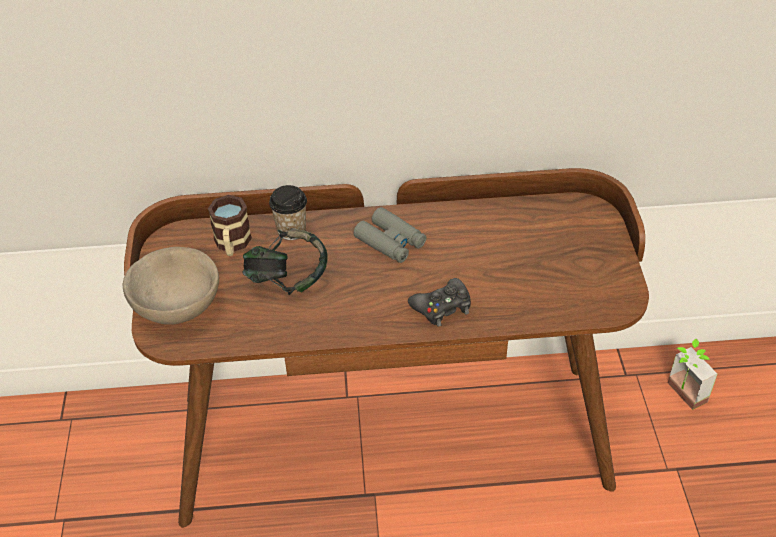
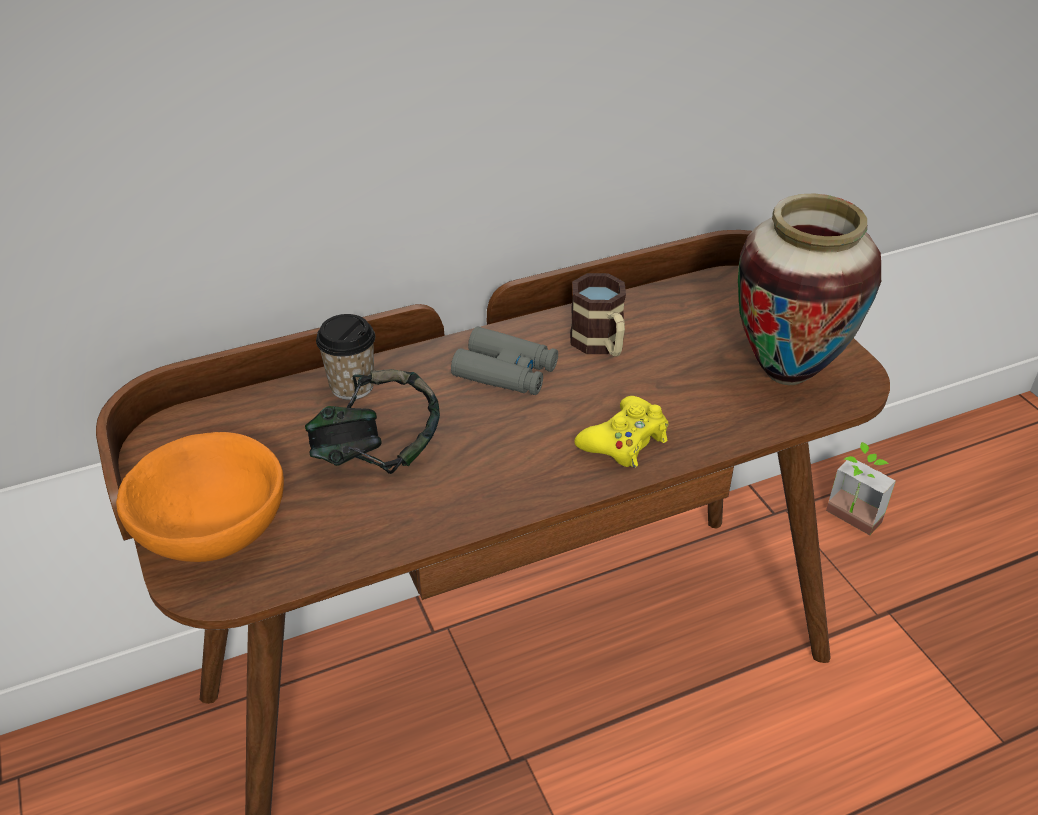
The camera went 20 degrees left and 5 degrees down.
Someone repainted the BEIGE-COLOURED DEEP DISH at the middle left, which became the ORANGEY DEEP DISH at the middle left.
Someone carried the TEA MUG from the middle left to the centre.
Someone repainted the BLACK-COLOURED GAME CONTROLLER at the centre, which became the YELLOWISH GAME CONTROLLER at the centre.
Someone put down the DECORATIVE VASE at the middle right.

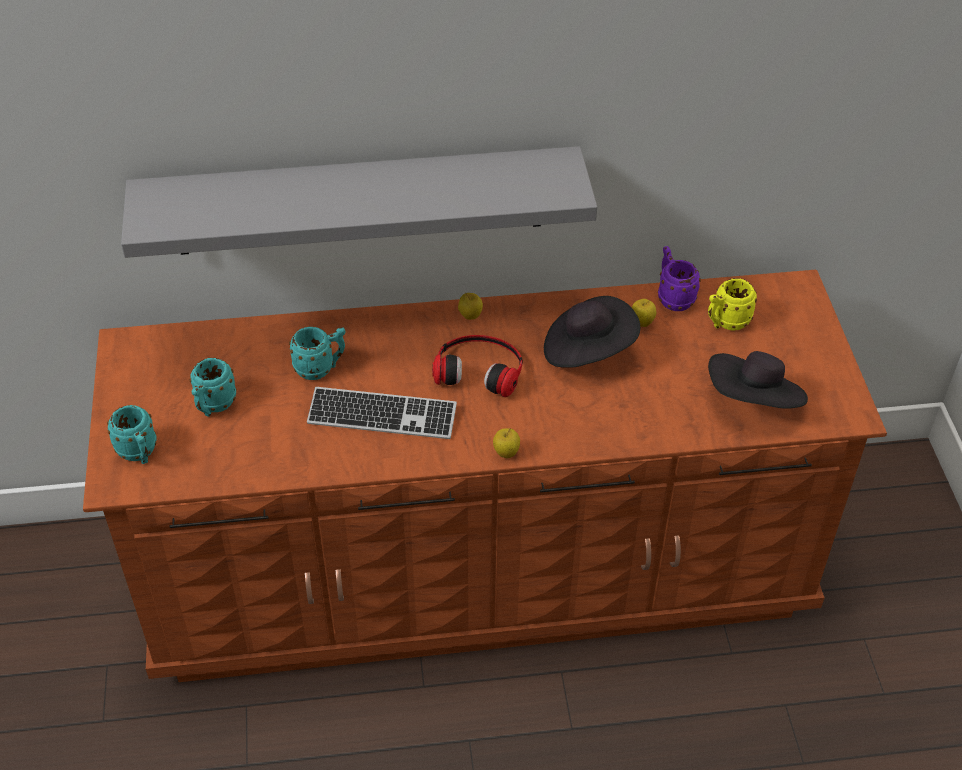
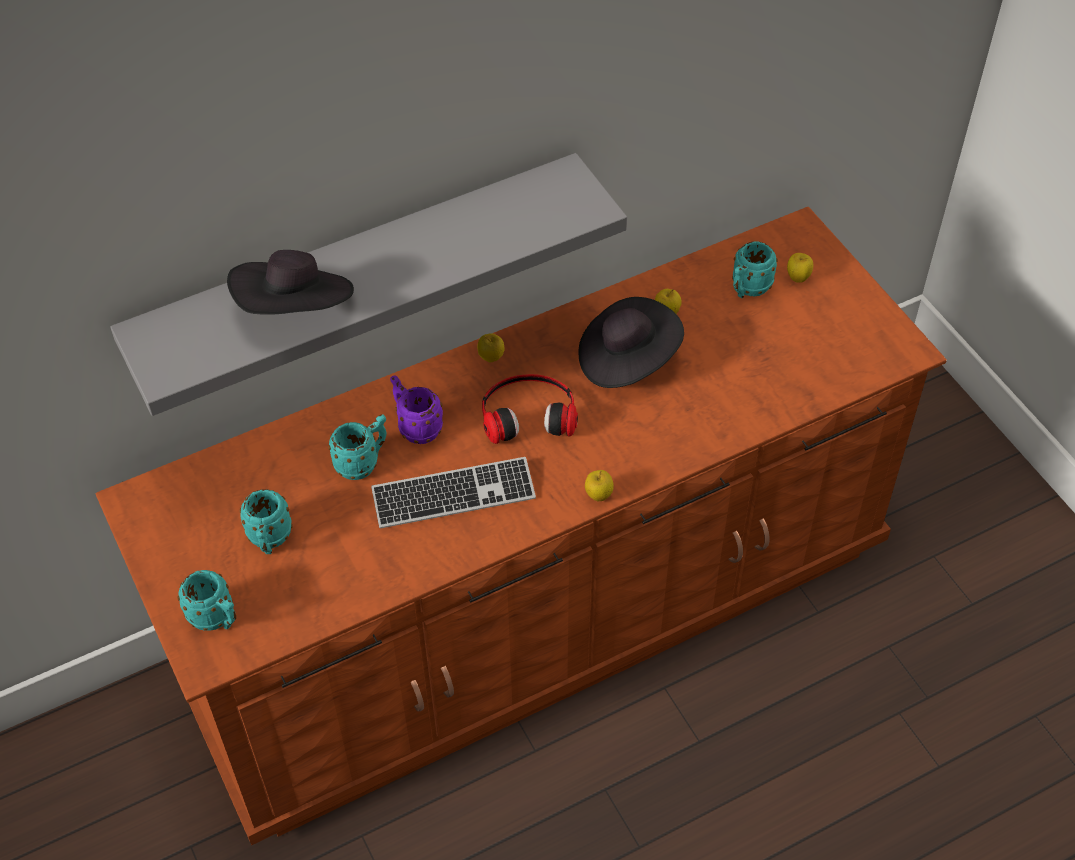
The camera went 20 degrees left and 5 degrees up.
Someone carried the PURPLE TEA MUG from the middle right to the centre.
Someone repainted the YELLOWISH TEA MUG at the middle right, which became the TURQUOISE TEA MUG (4th from left) at the top right.
Someone carried the BLACK-COLOURED WEARABLE HAT (2nd from left in the first image) from the middle right to the top left.
Someone put down the APPLE (4th from left) at the top right.

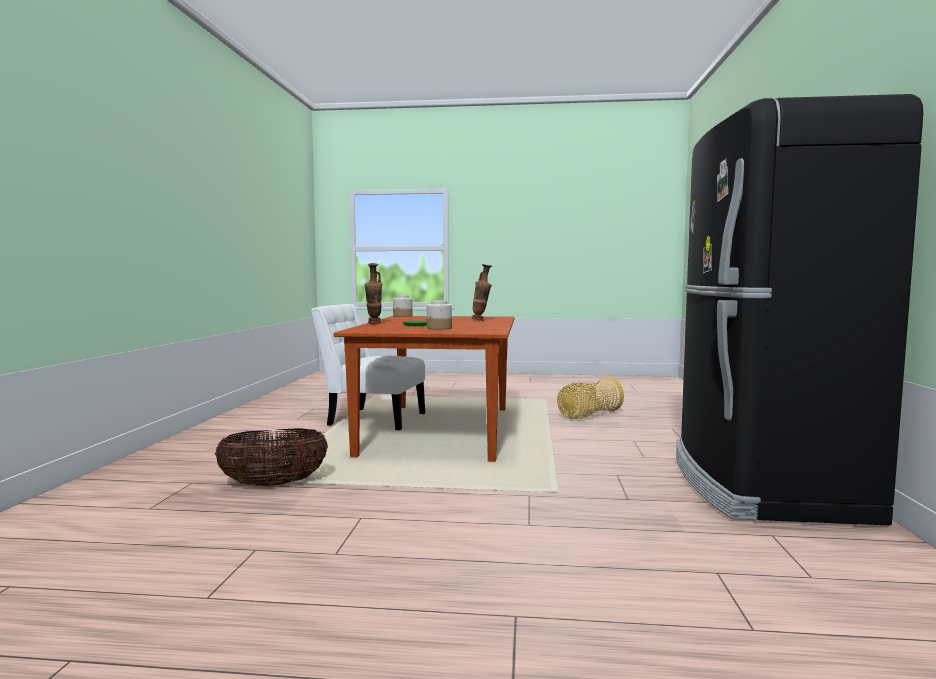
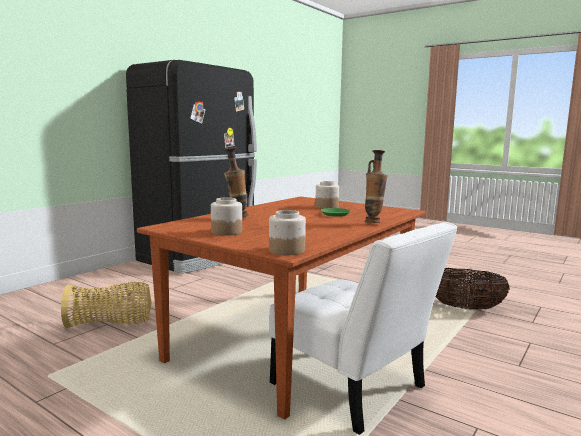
The camera went 150 degrees left and 5 degrees up.
Someone put down the PRESERVE JAR (1st from left) at the centre.

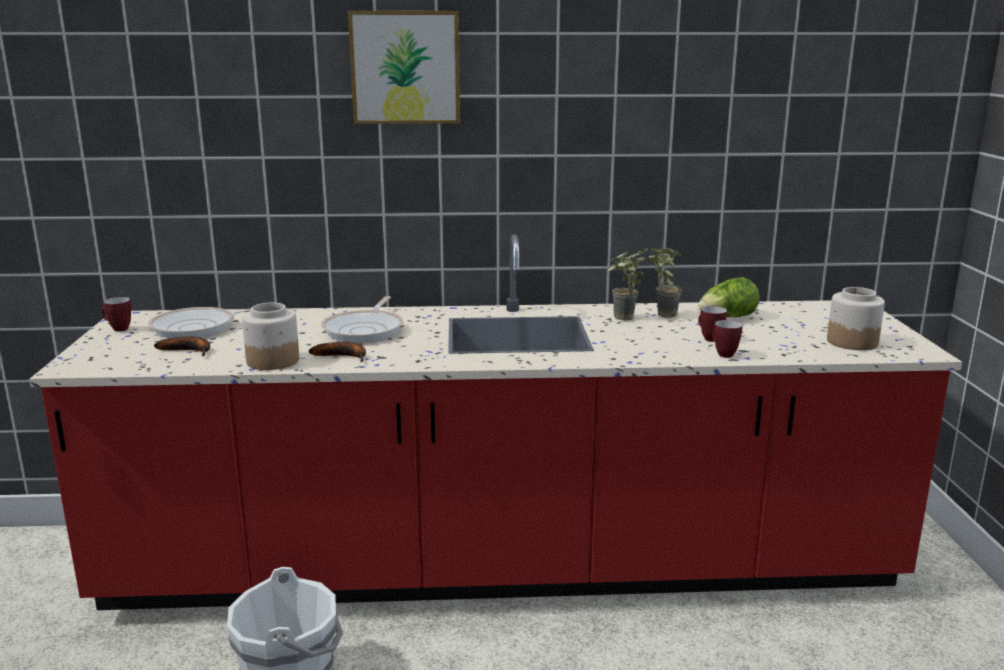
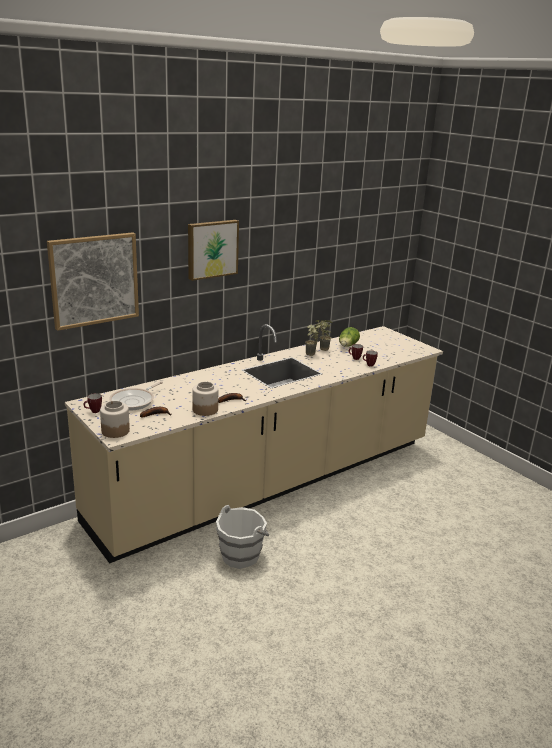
The camera went 35 degrees left and 5 degrees up.
Someone repainted the RED KITCHEN BASE UNIT at the centre, which became the BEIGE-COLOURED KITCHEN BASE UNIT at the centre.
Someone took away the PAN (2nd from left) at the centre.
Someone carried the PRESERVE JAR (2nd from left in the first image) from the middle right to the middle left.
Someone put up the PICTURE (1st from left) at the middle left.

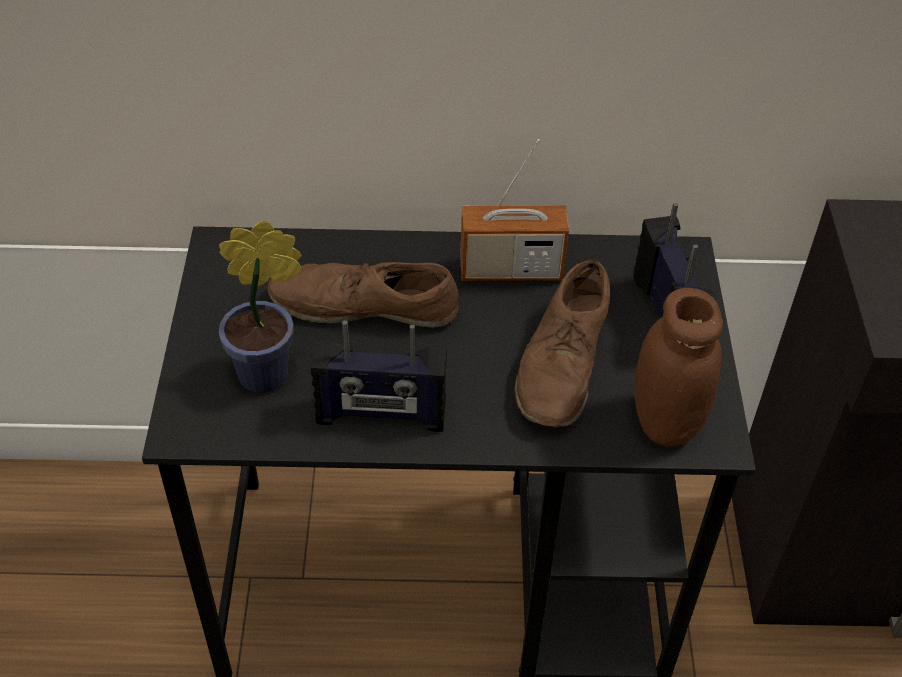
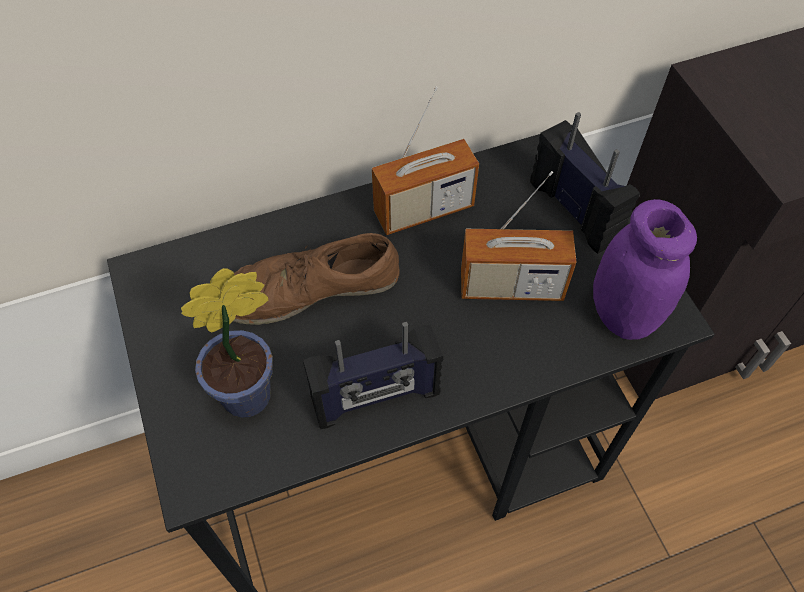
The camera went 20 degrees left and 10 degrees up.
Someone swapped the BROWN LOW SHOE (2nd from left) at the centre for the RADIO SET (3rd from left) at the centre.
Someone repainted the BROWN PRESERVE JAR at the middle right, which became the PURPLE PRESERVE JAR at the middle right.

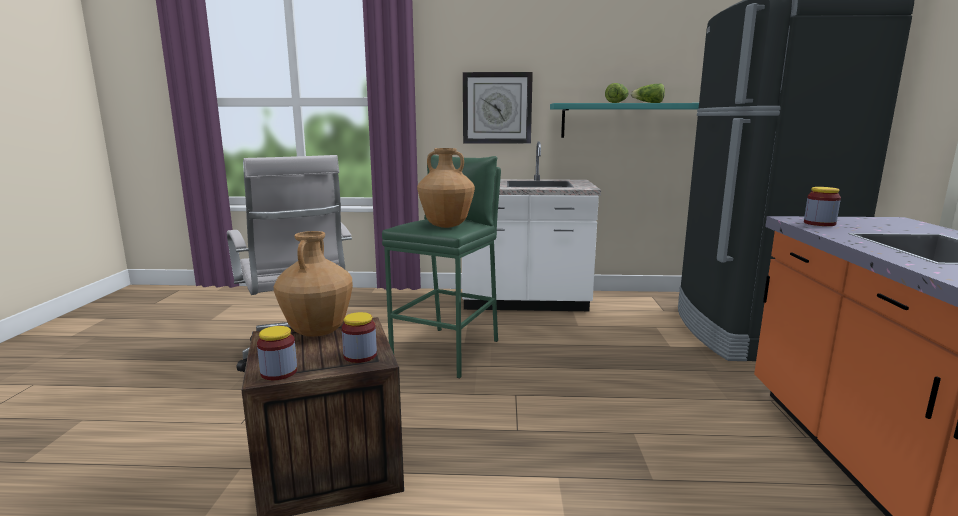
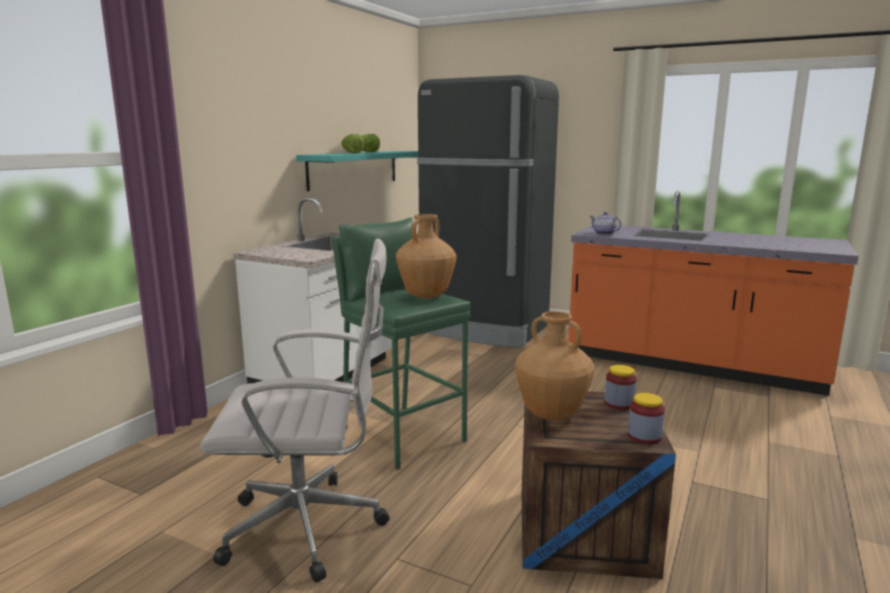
The camera went 65 degrees left and 0 degrees up.
Someone took away the CLOCK ON THE WALL at the top centre.
Someone swapped the PRESERVE JAR (3rd from left) at the middle right for the TEA POT at the middle right.

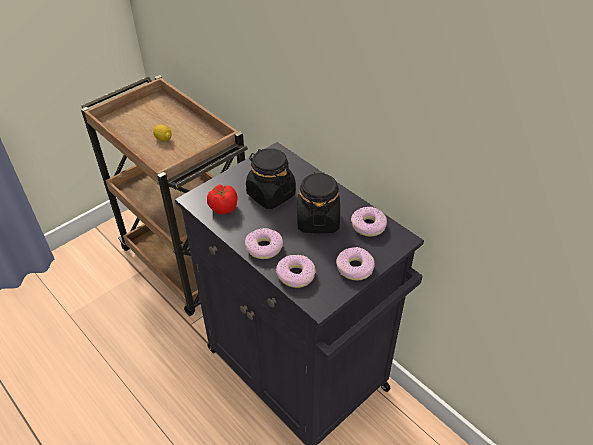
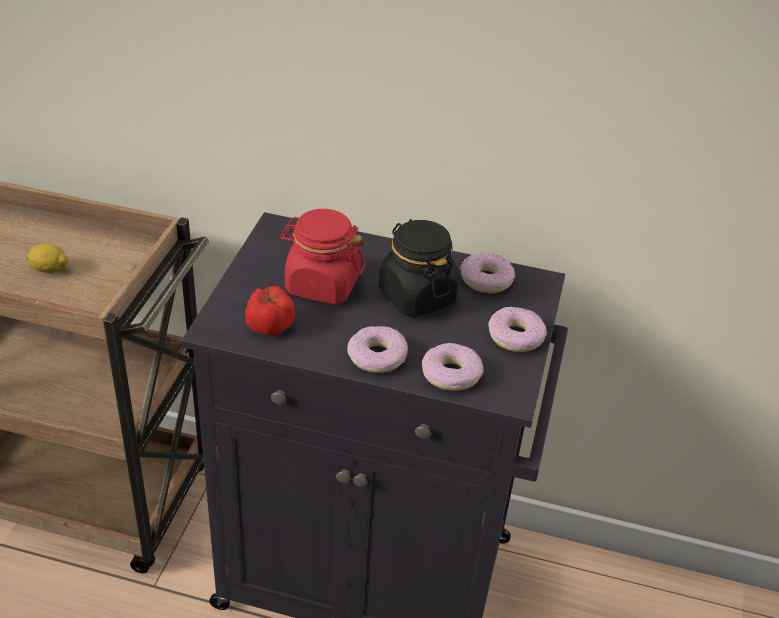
The camera went 35 degrees left and 5 degrees down.
Someone repainted the BLACK-COLOURED PRESERVE JAR (1st from left) at the centre, which became the RED PRESERVE JAR at the centre.

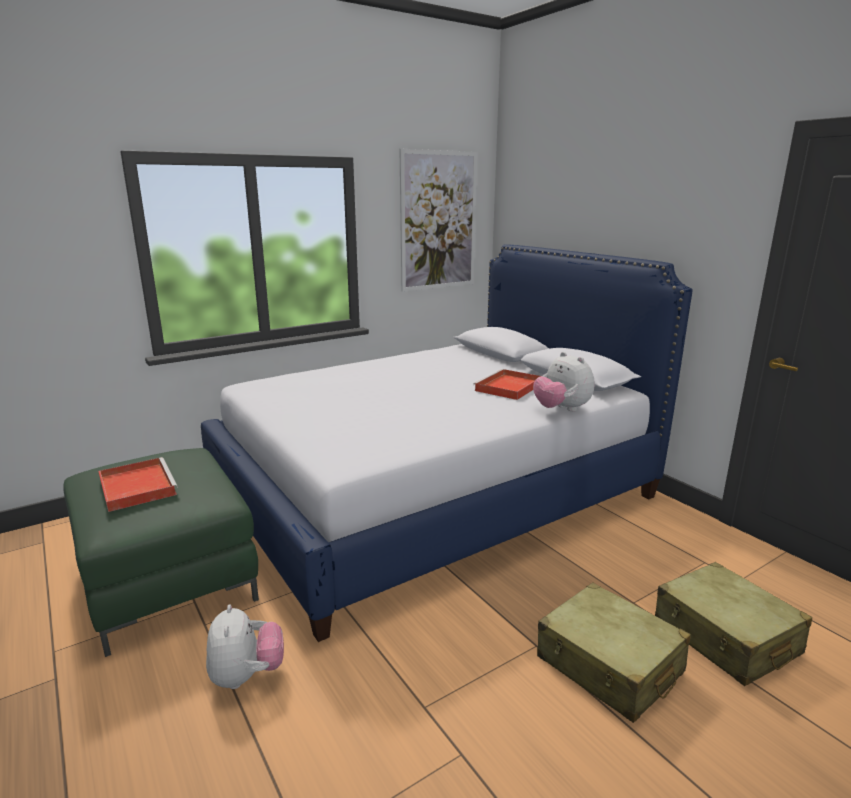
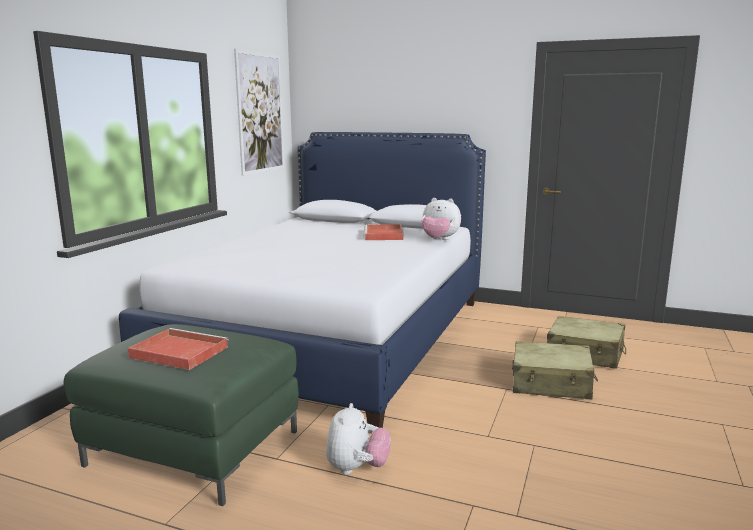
The camera went 35 degrees left and 5 degrees down.
Someone rotated the PLUSH TOY (1st from left) at the bottom left by 60 degrees clockwise.

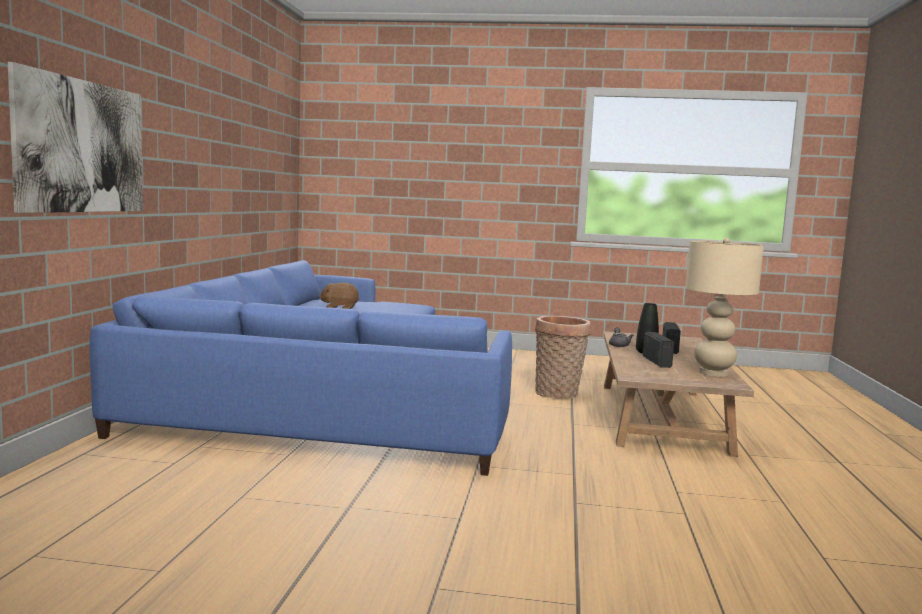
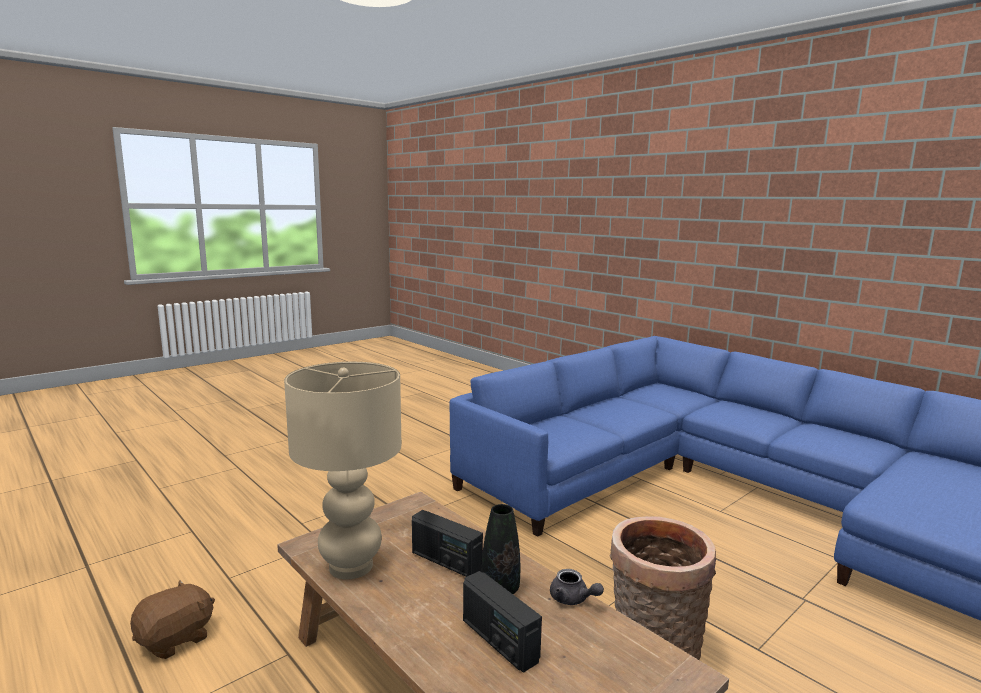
The camera went 130 degrees right and 5 degrees up.
Someone took away the PICTURE at the top left.
Someone carried the BROWN PLUSH TOY from the centre to the bottom left.

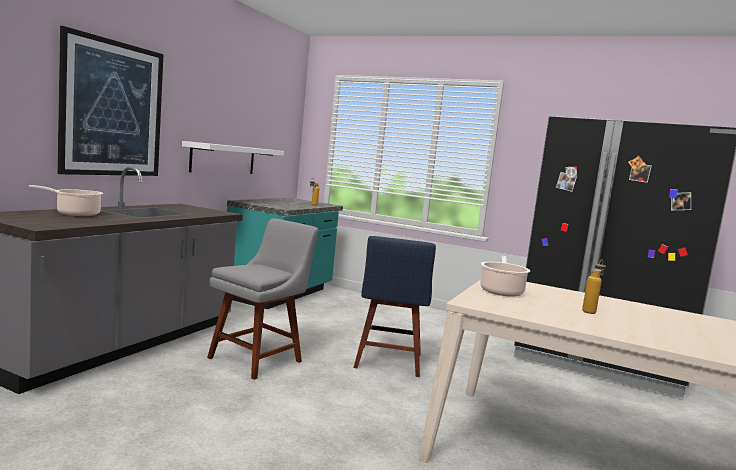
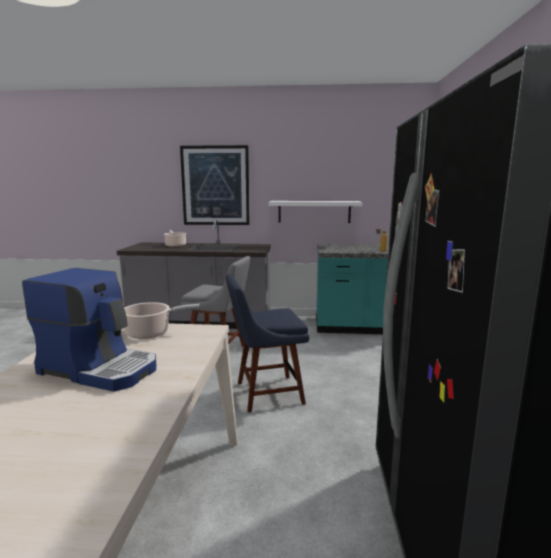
The camera went 70 degrees right and 5 degrees up.
Someone swapped the BOTTLE (2nd from left) at the middle right for the COFFEE MAKER at the middle left.

